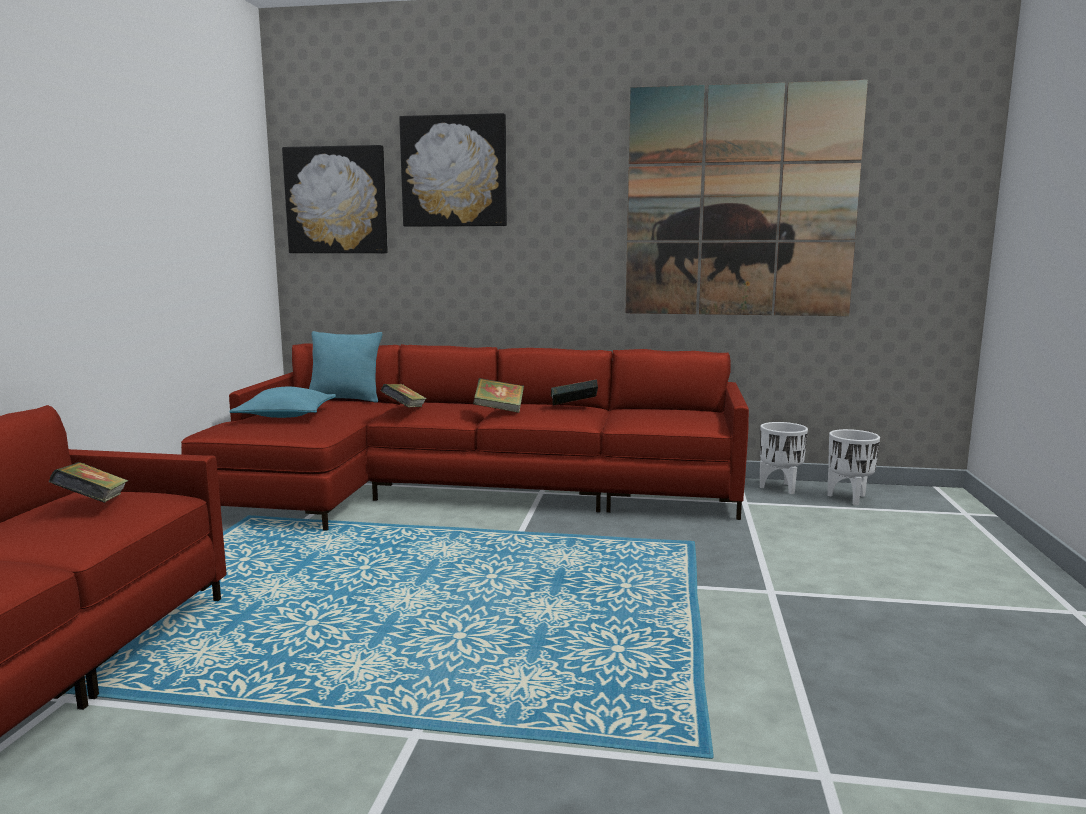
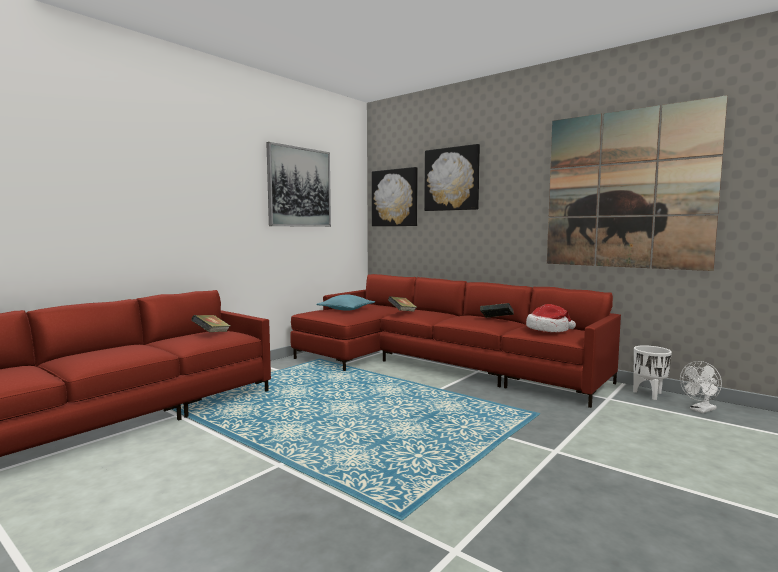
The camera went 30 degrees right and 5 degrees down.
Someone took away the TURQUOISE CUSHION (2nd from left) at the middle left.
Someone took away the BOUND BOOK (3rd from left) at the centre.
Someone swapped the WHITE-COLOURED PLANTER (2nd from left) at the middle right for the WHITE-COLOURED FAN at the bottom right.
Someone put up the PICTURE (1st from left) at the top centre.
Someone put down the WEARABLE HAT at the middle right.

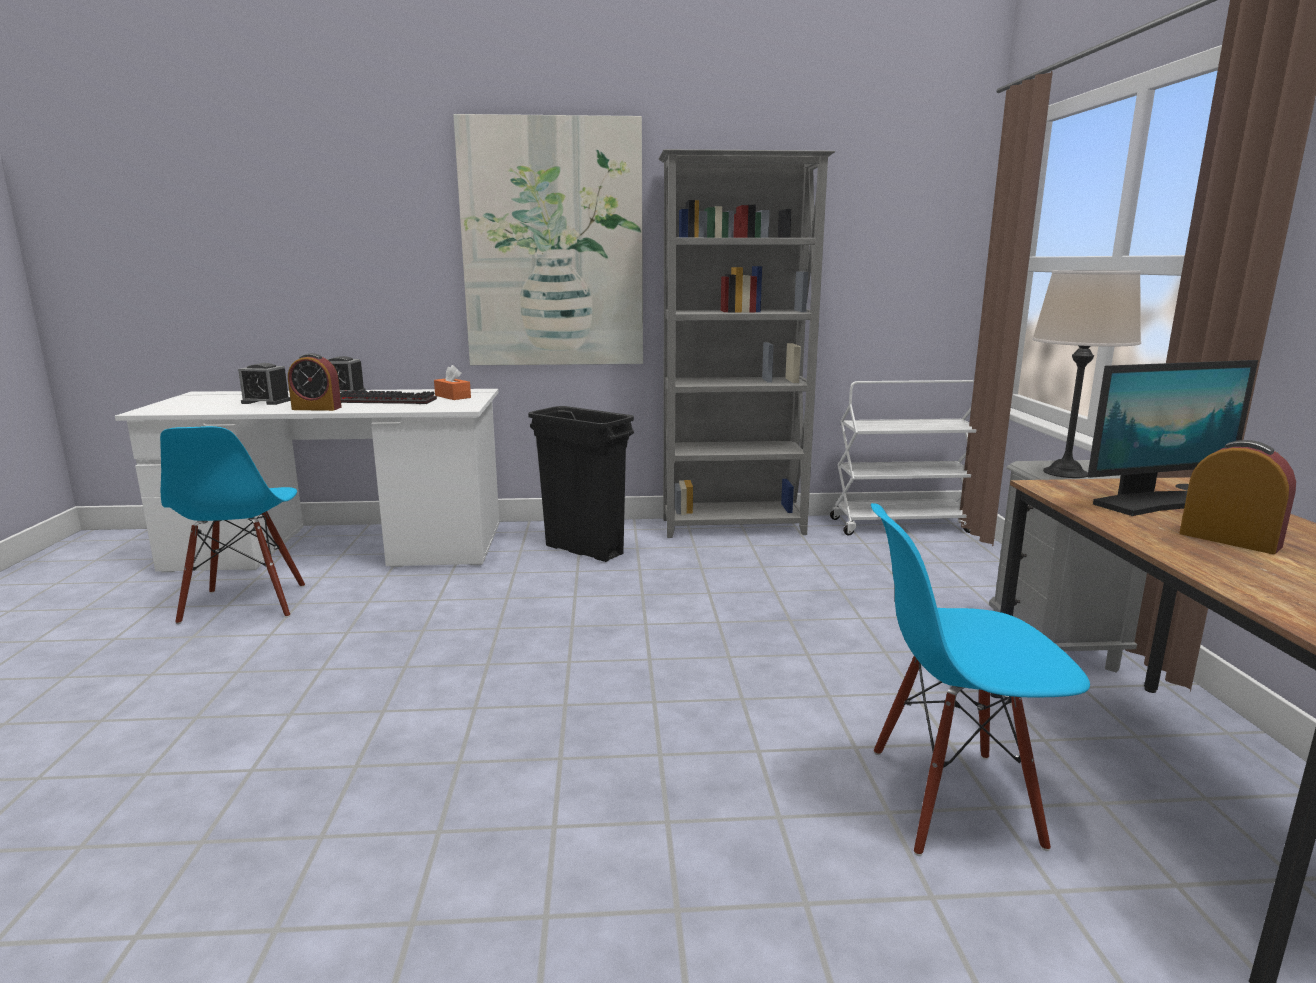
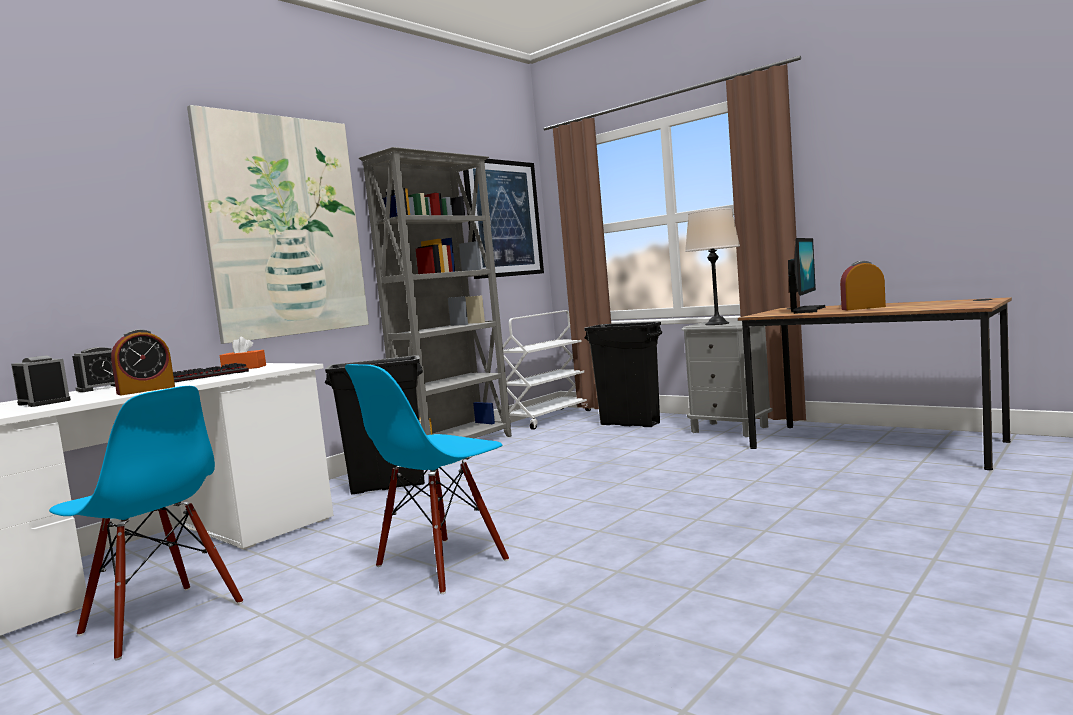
The camera went 45 degrees left and 10 degrees down.
Someone rotated the TABLE CLOCK (1st from left) at the middle left by 105 degrees counterclockwise.
Someone carried the BLUE UPRIGHT CHAIR (2nd from left) from the bottom right to the bottom centre.
Someone put up the PICTURE (2nd from left) at the top centre.
Someone put down the BLACK-COLOURED WASTE BIN (2nd from left) at the centre.

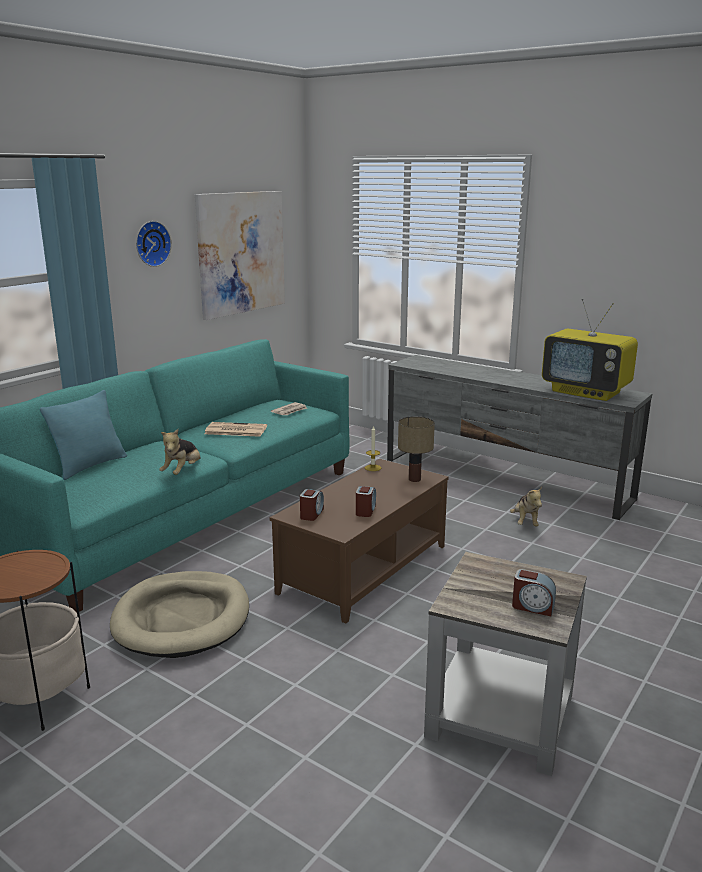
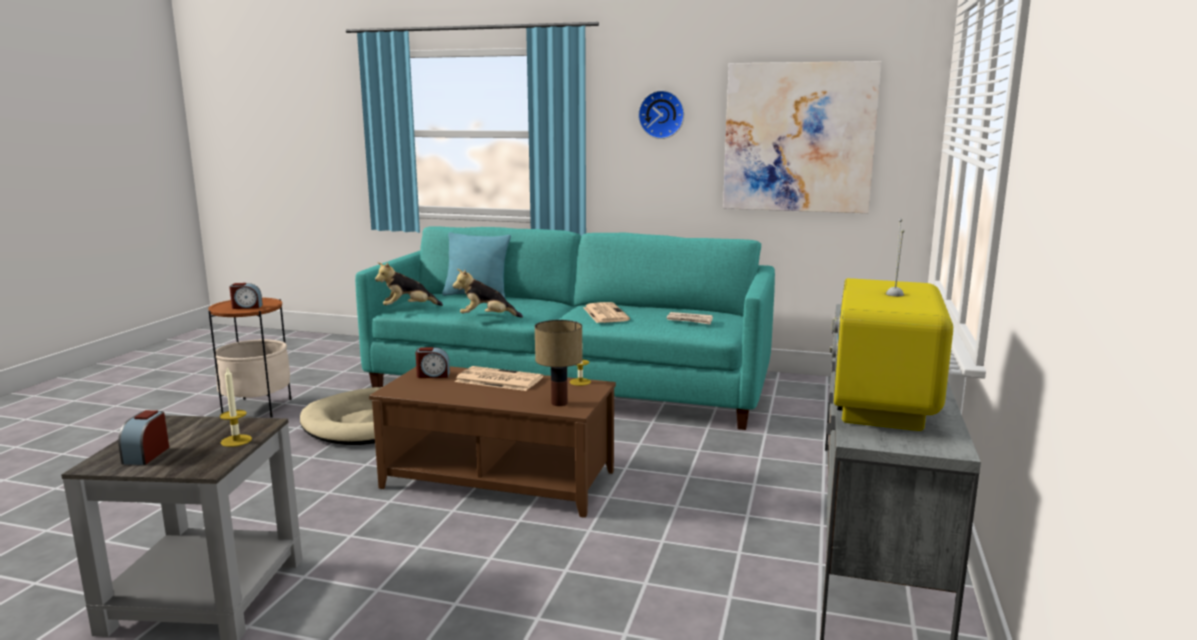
The camera went 70 degrees right and 5 degrees down.
Someone carried the TABLE CLOCK (2nd from left) from the centre to the middle left.
Someone carried the PLUSH TOY (2nd from left in the first image) from the middle right to the centre.
Someone put down the WAX LIGHT (1st from left) at the middle left.
Someone put down the NEWSPAPER (1st from left) at the centre.

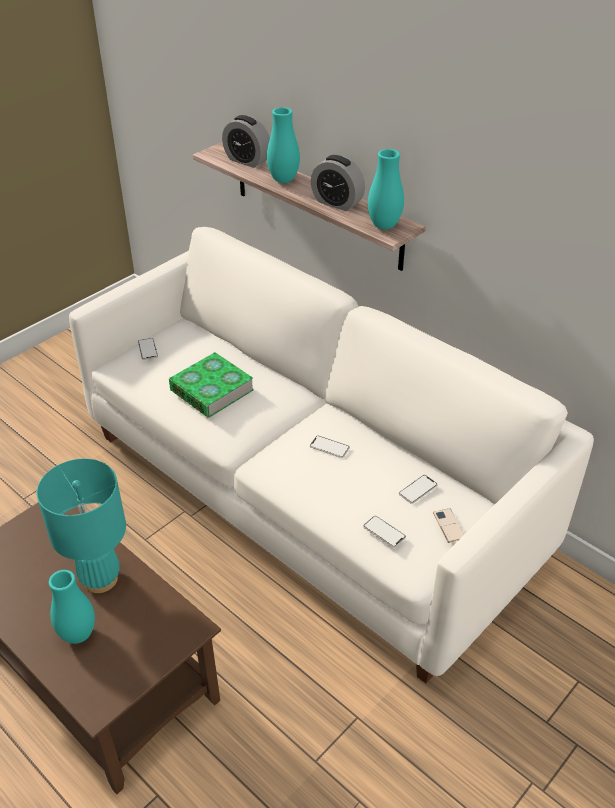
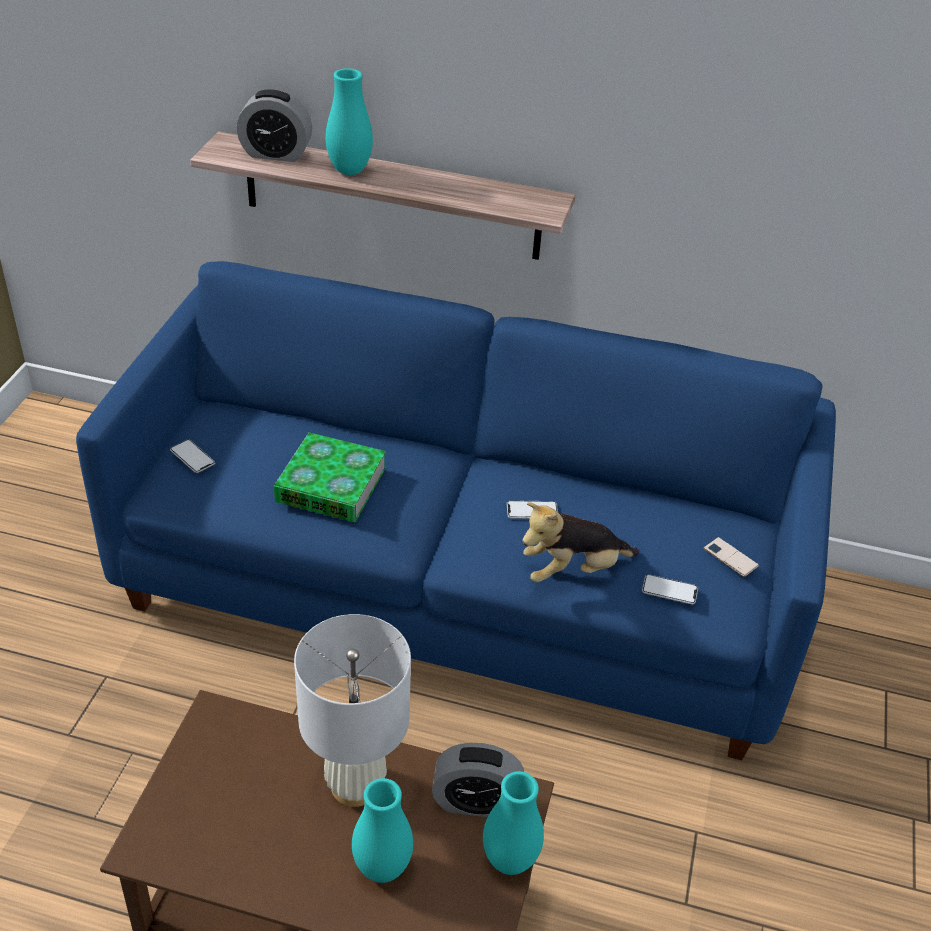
The camera went 30 degrees left and 0 degrees up.
Someone repainted the TURQUOISE TABLETOP LAMP at the middle left, which became the WHITE-COLOURED TABLETOP LAMP at the bottom centre.
Someone repainted the WHITE-COLOURED SETTEE at the centre, which became the BLUE SETTEE at the centre.
Someone carried the TABLE CLOCK (2nd from left) from the top centre to the bottom centre.
Someone carried the TURQUOISE DECORATIVE VASE (3rd from left) from the top centre to the bottom centre.
Someone took away the HANDSET (4th from left) at the middle right.
Someone put down the PLUSH TOY at the centre.

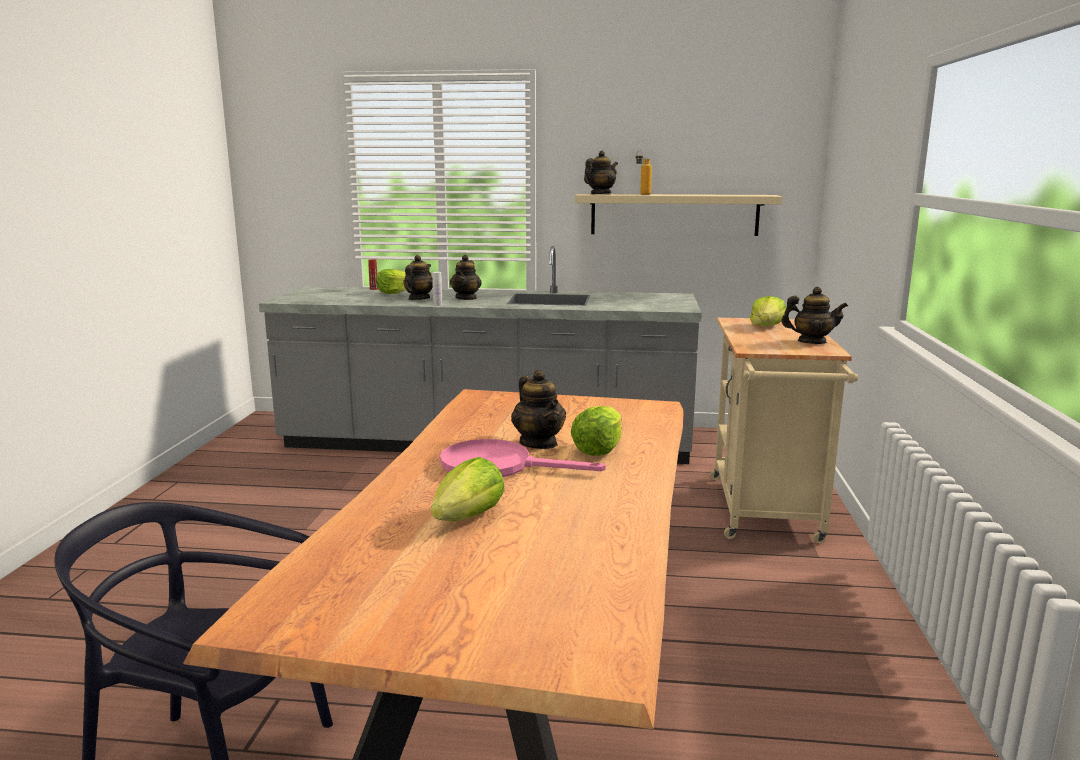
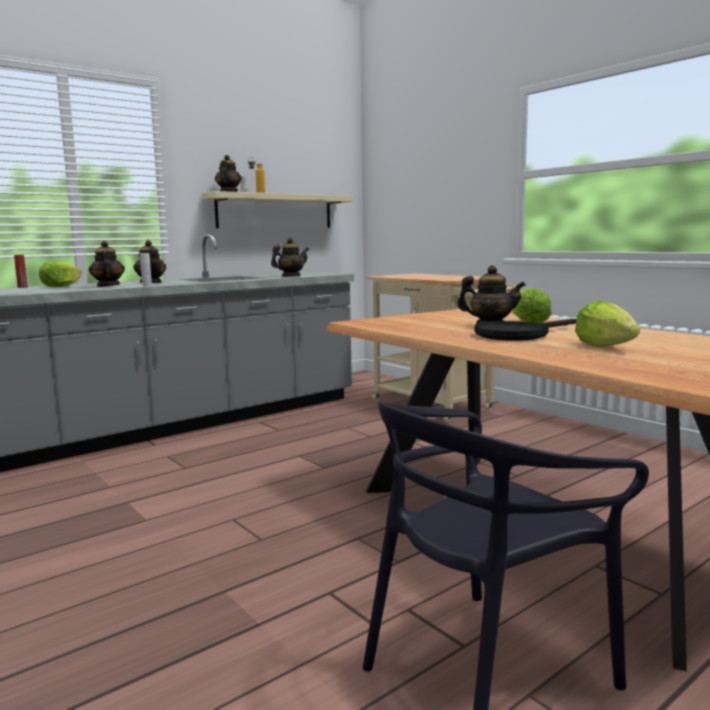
The camera went 45 degrees left and 5 degrees down.
Someone repainted the PINKISH PAN at the centre, which became the BLACK-COLOURED PAN at the middle right.
Someone took away the LETTUCE HEAD (4th from left) at the middle right.
Someone carried the TEA POT (5th from left in the first image) from the middle right to the centre.

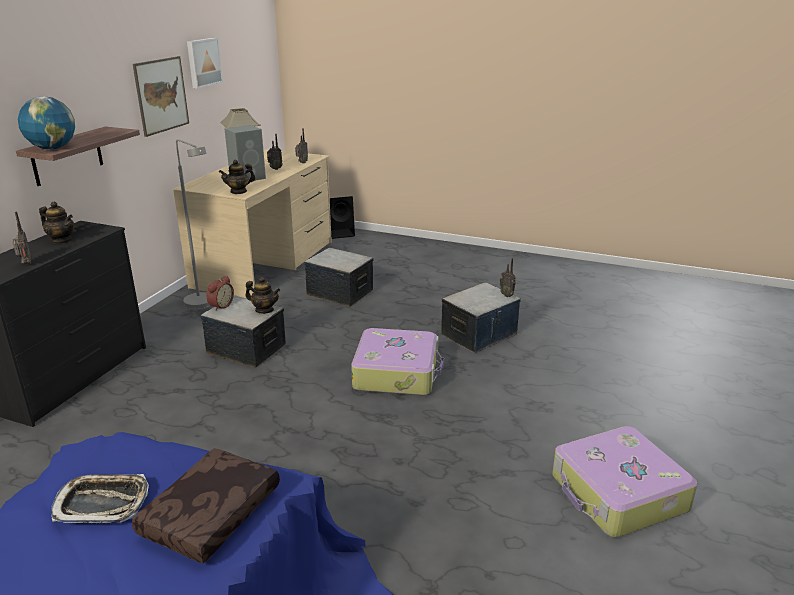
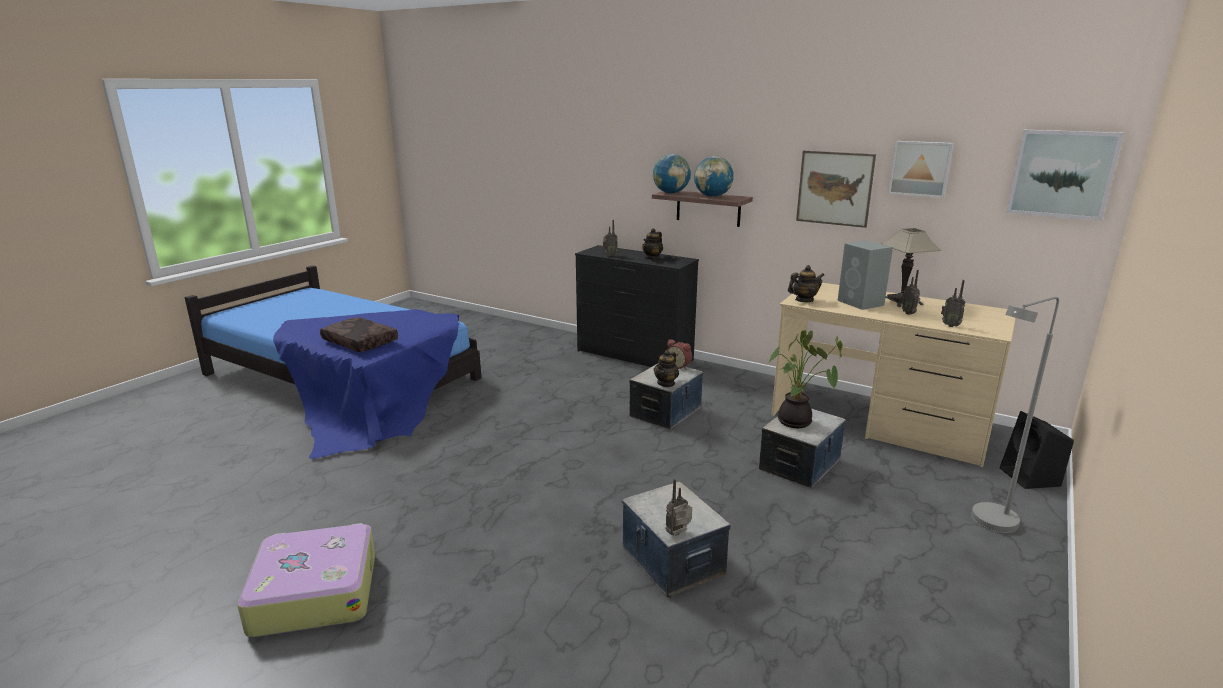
The camera went 100 degrees right and 5 degrees down.
Someone took away the SERVING TRAY at the bottom left.
Someone carried the GRAY STANDING LAMP from the middle left to the middle right.
Someone rotated the TEA POT (2nd from left in the first image) at the top left by 90 degrees clockwise.
Someone took away the TRAVEL CASE (1st from left) at the centre.
Someone put down the WORLD GLOBE (2nd from left) at the top centre.
Someone put down the PLANT IN A POT at the centre.
Someone put up the PICTURE (3rd from left) at the top right.

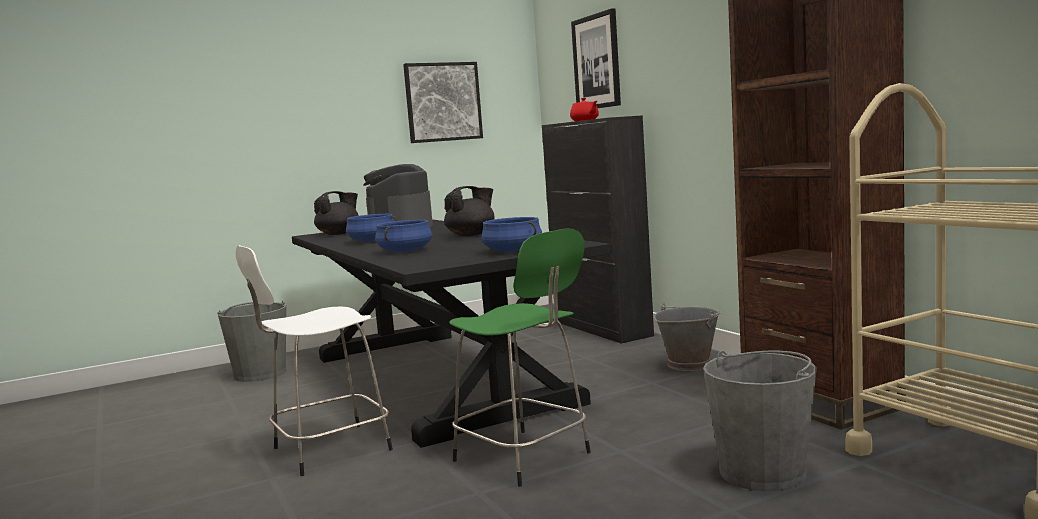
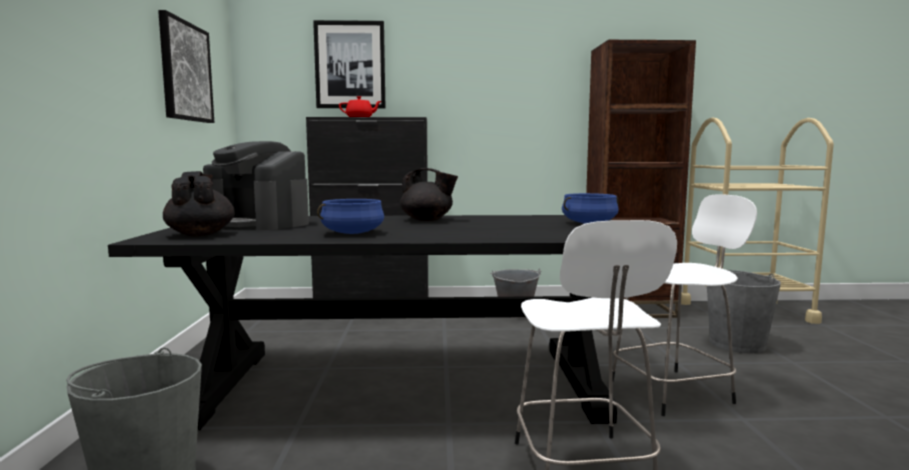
The camera went 65 degrees left and 0 degrees up.
Someone took away the BLUE SAUCEPOT (2nd from left) at the centre.
Someone rotated the BLACK-COLOURED TEA POT (2nd from left) at the centre by 120 degrees clockwise.
Someone repainted the GREEN-COLOURED STOOL at the bottom centre, which became the WHITE-COLOURED STOOL (2nd from left) at the middle right.

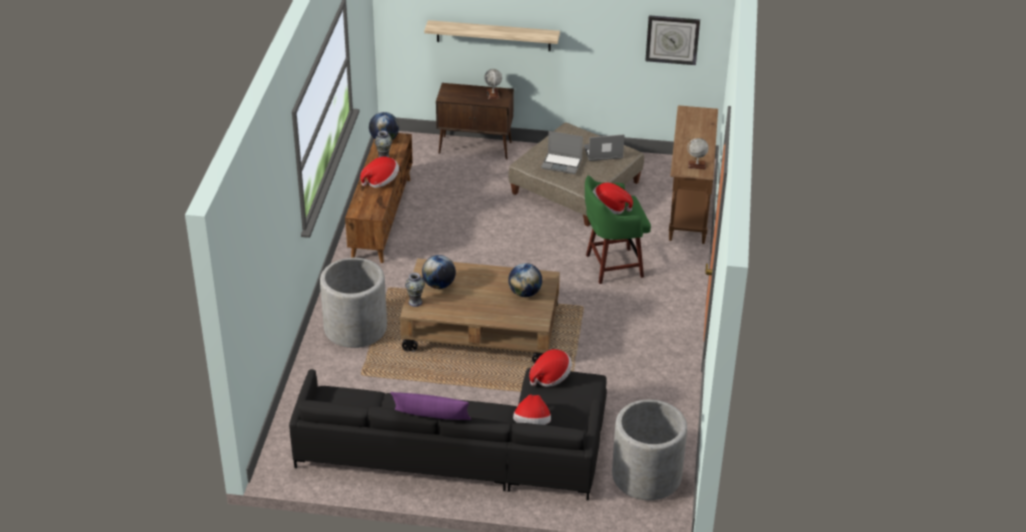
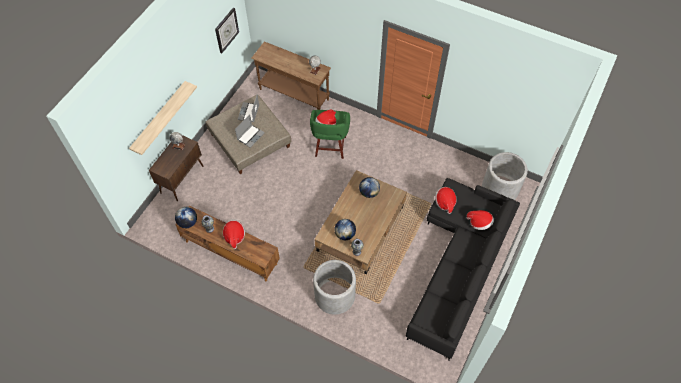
The camera went 70 degrees left and 20 degrees up.
Someone took away the PURPLE CUSHION at the bottom centre.

